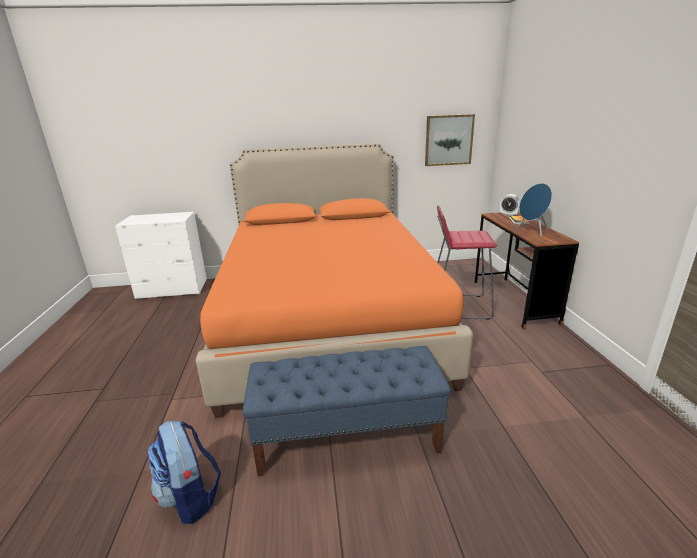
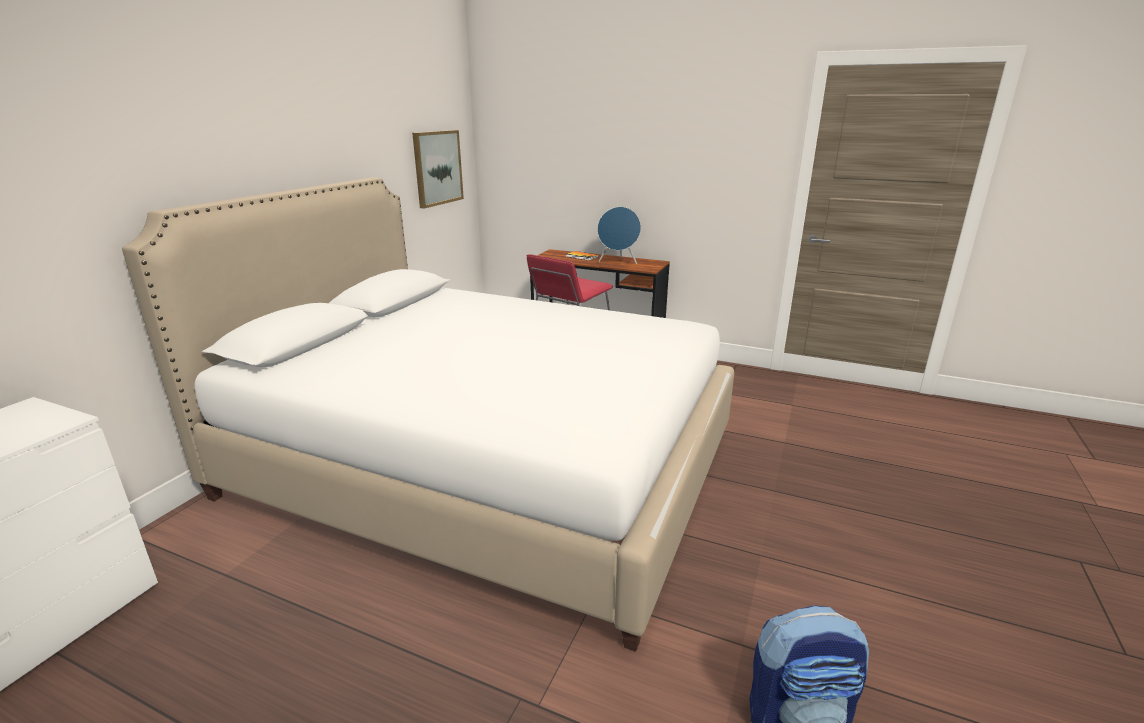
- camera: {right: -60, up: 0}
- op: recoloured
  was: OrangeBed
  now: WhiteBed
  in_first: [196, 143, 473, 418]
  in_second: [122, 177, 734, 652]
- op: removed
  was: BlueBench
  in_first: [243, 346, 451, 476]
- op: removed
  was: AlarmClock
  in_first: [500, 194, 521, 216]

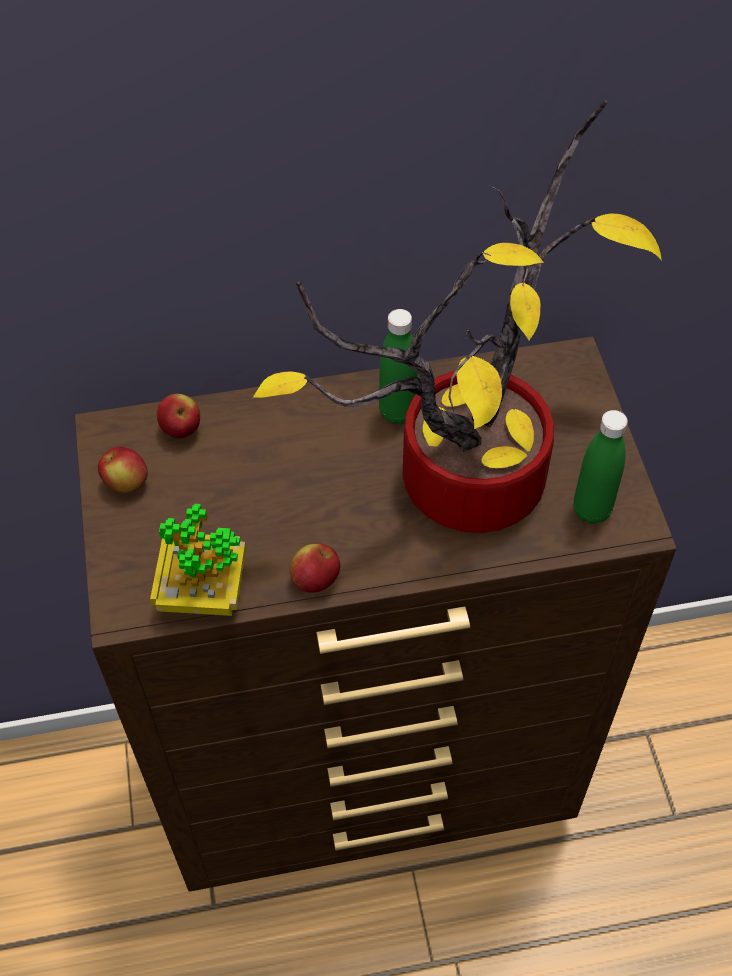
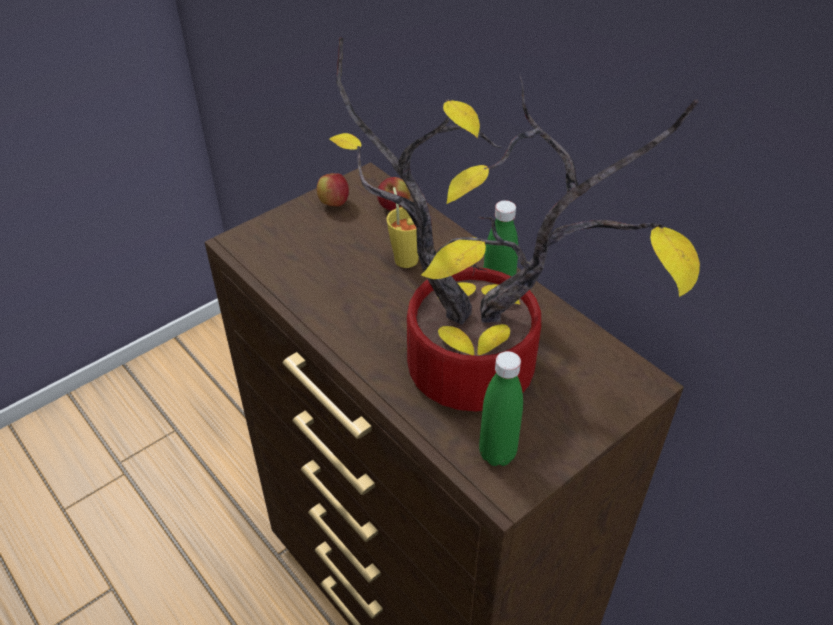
- camera: {right: 60, up: -10}
- op: added
  now: YellowCup
  in_second: [386, 187, 419, 268]
- op: removed
  was: PottedPlant
  in_first: [150, 504, 246, 616]
- op: removed
  was: Apple
  in_first: [289, 543, 340, 593]

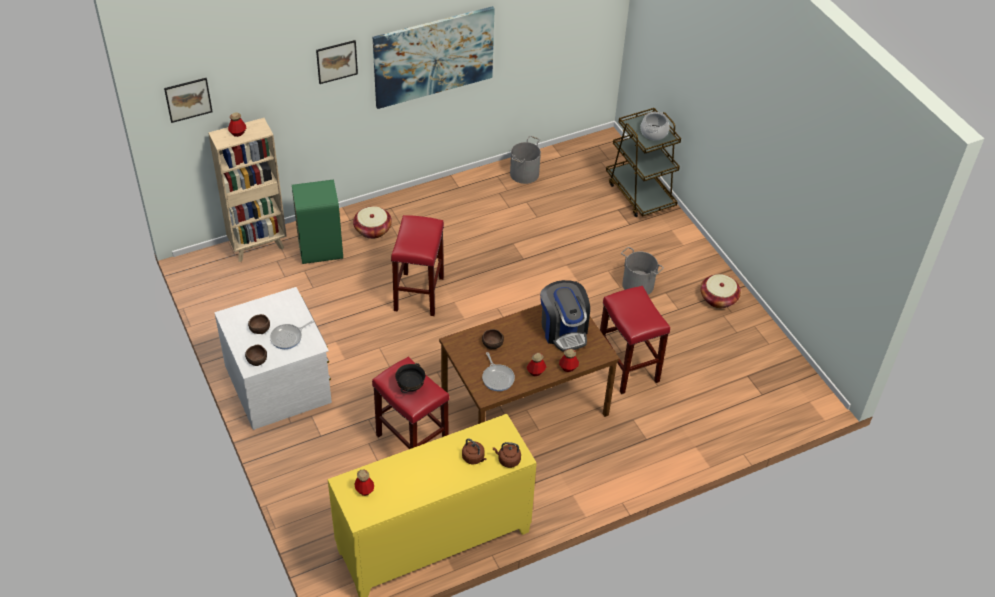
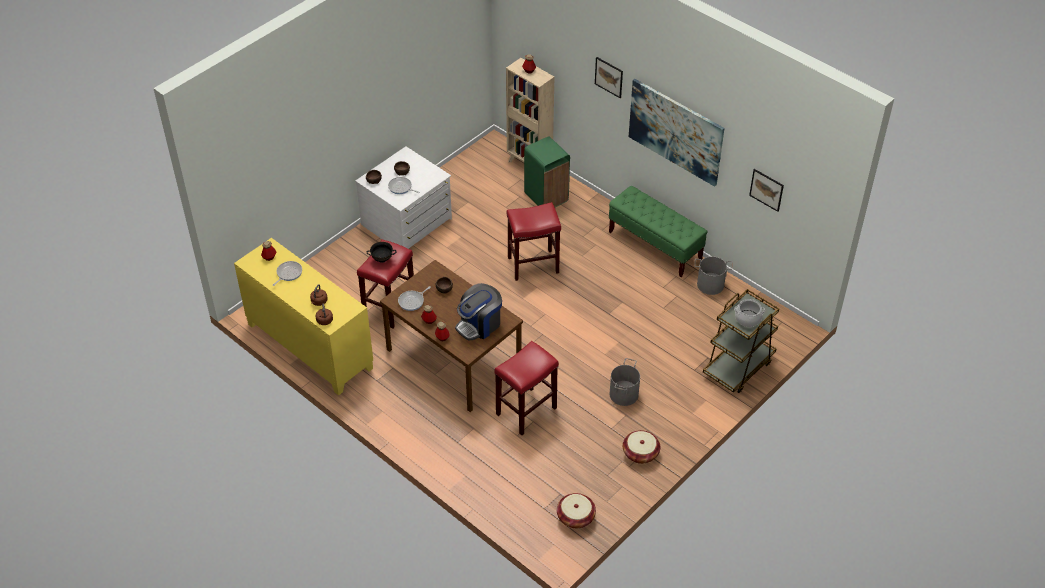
- camera: {right: 70, up: 0}
- op: added
  now: FryingPan
  in_second: [272, 261, 302, 286]
- op: moved
  was: Basket
  in_first: [353, 206, 392, 239]
  in_second: [557, 493, 596, 528]
- op: added
  now: GreenBench
  in_second: [609, 186, 708, 277]
- op: moved
  was: Picture
  in_first: [164, 78, 213, 123]
  in_second: [749, 169, 784, 212]

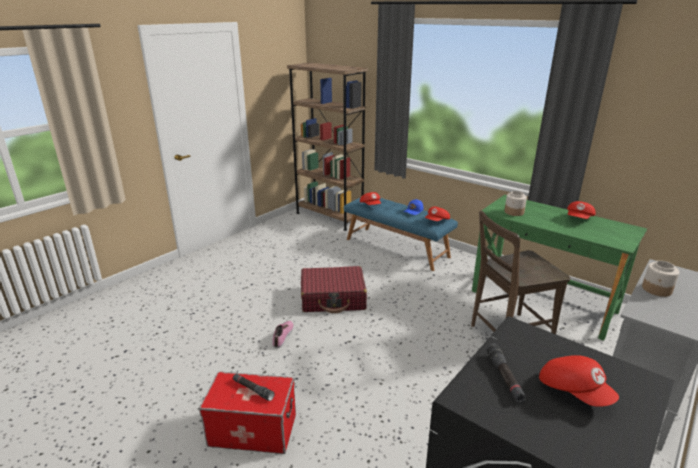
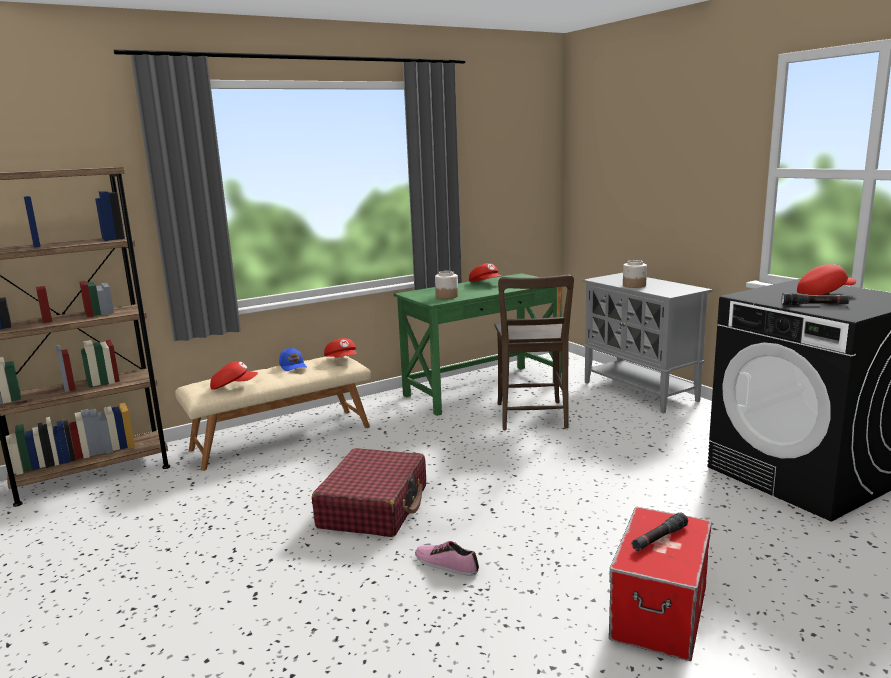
- camera: {right: -70, up: -10}
- op: recoloured
  was: BlueBench
  now: BeigeBench
  in_first: [344, 197, 458, 271]
  in_second: [175, 356, 371, 471]

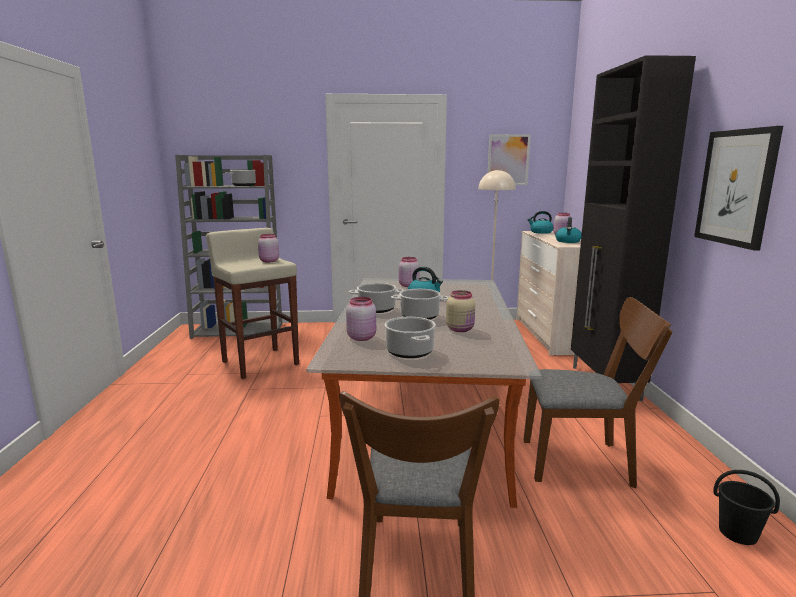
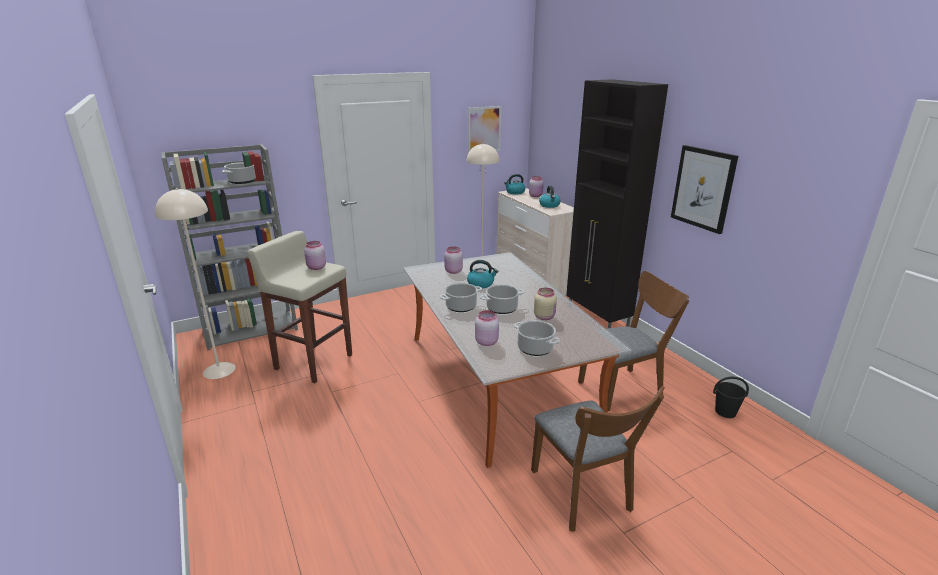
- camera: {right: -25, up: 10}
- op: added
  now: BeigeFloorLamp
  in_second: [155, 188, 236, 379]

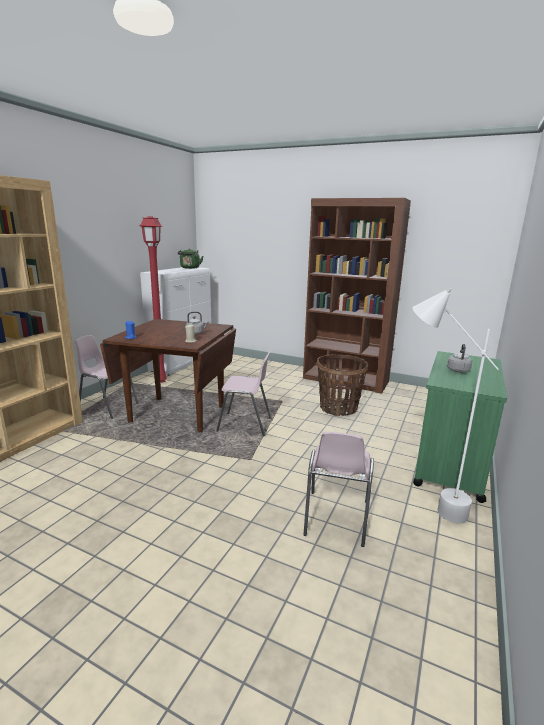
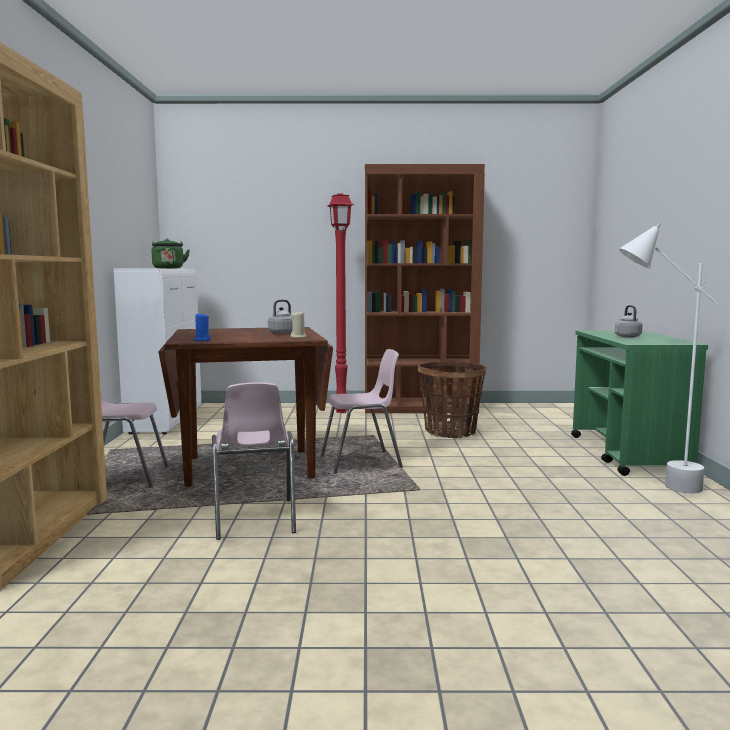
- camera: {right: -25, up: -10}
- op: moved
  was: PinkChair
  in_first: [303, 432, 374, 547]
  in_second: [212, 382, 296, 540]
- op: moved
  was: RedFloorLamp
  in_first: [139, 216, 167, 383]
  in_second: [328, 193, 354, 413]

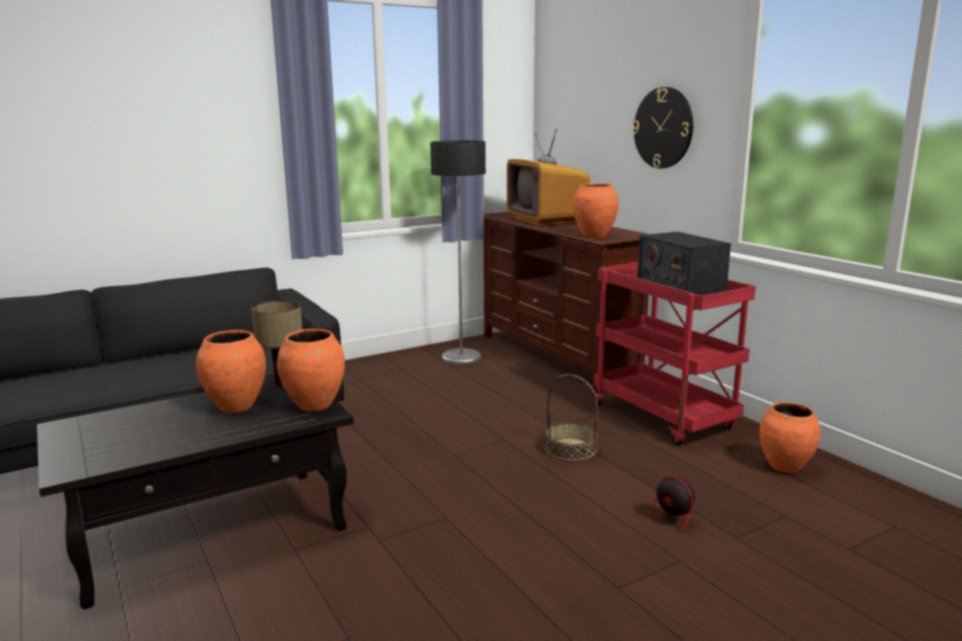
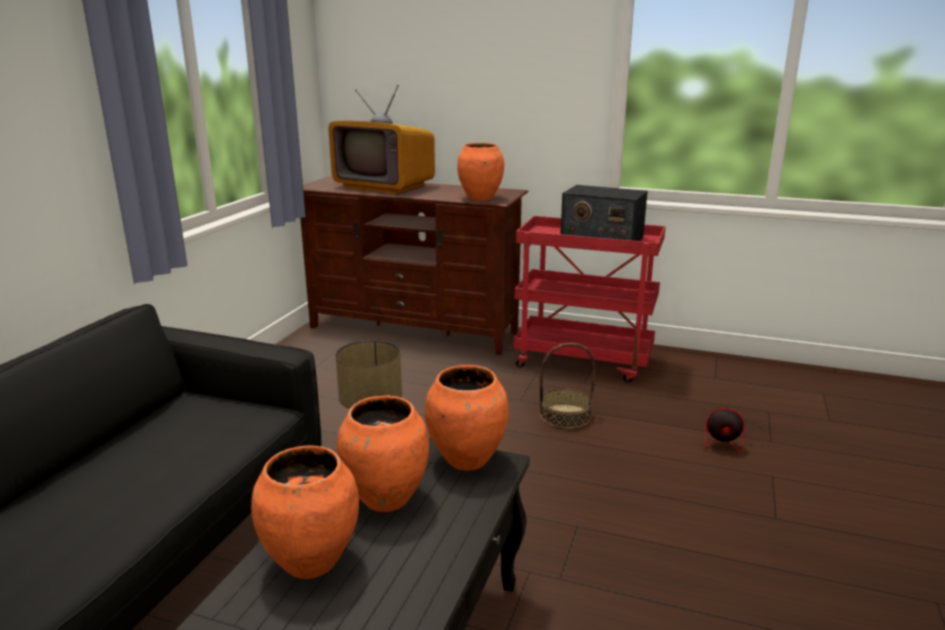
- camera: {right: -40, up: 5}
- op: moved
  was: OrangeVase
  in_first: [759, 402, 821, 473]
  in_second: [251, 445, 359, 579]
- op: removed
  was: FloorLamp
  in_first: [430, 140, 486, 365]
- op: removed
  was: WallClock
  in_first: [632, 87, 693, 169]

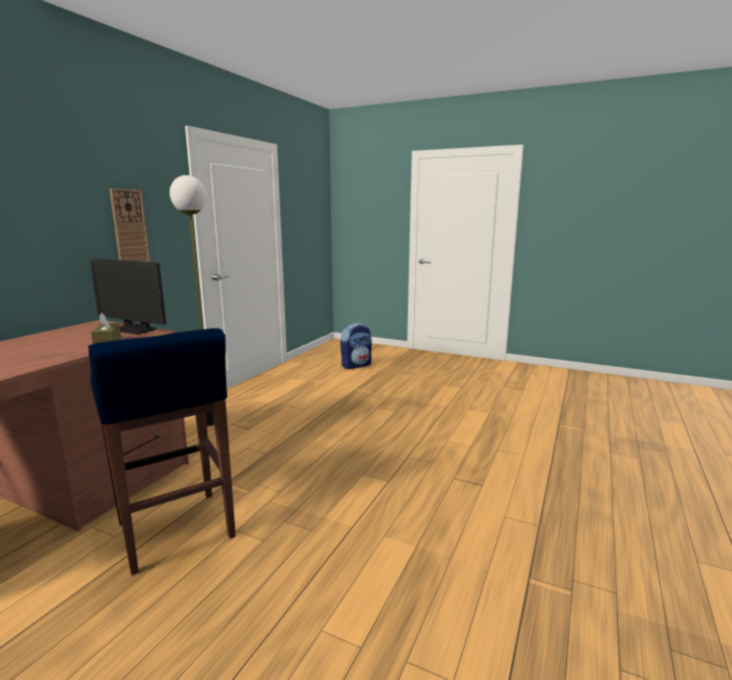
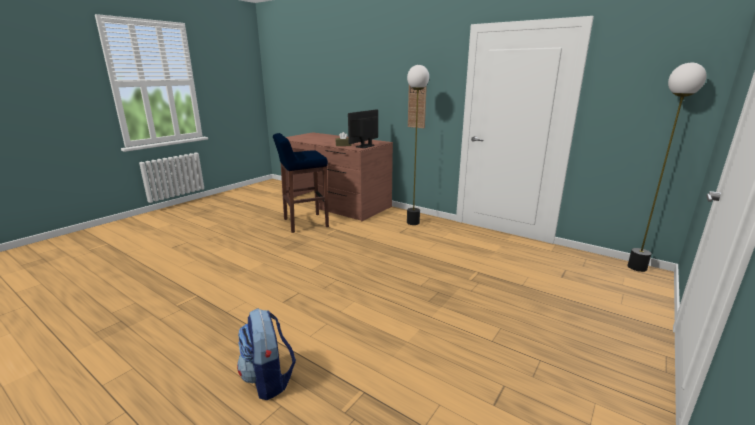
- camera: {right: 100, up: 5}
- op: moved
  was: Backpack
  in_first: [340, 323, 372, 369]
  in_second: [237, 308, 296, 400]
- op: added
  now: FloorLamp
  in_second: [628, 63, 707, 272]

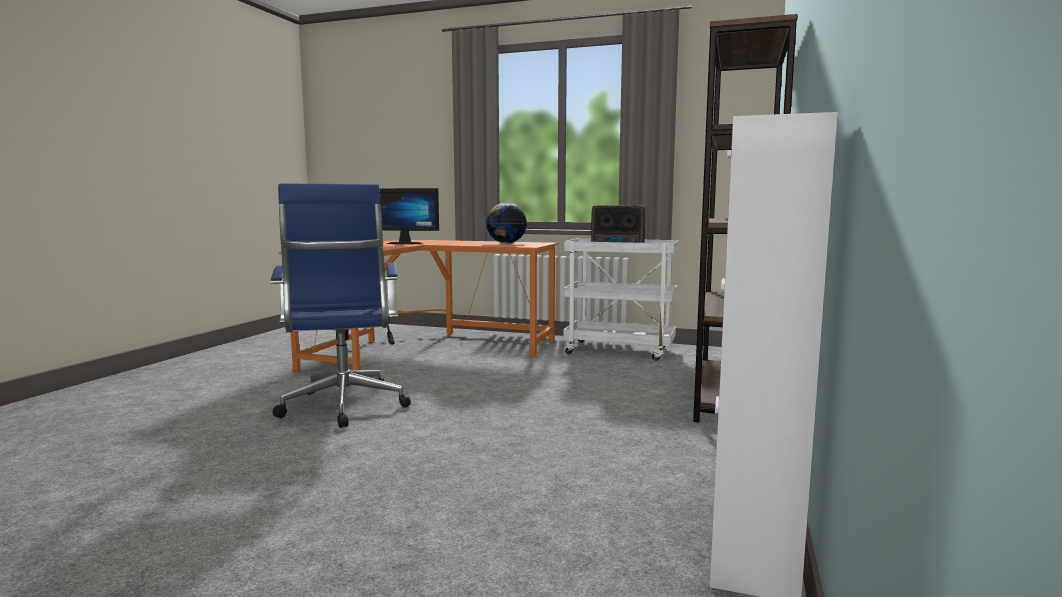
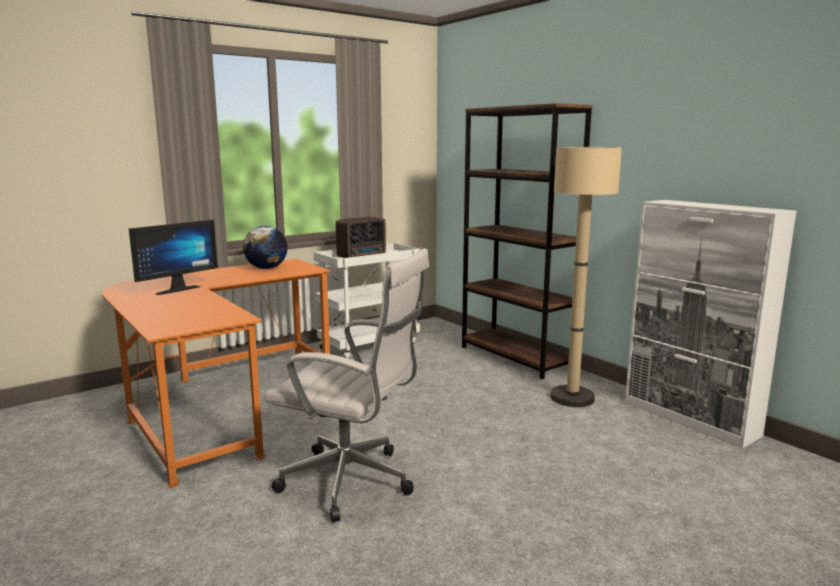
- camera: {right: -55, up: 5}
- op: recoloured
  was: BlueOfficeChair
  now: WhiteOfficeChair
  in_first: [270, 184, 411, 428]
  in_second: [263, 248, 429, 522]
- op: added
  now: BeigeFloorLamp
  in_second: [551, 146, 622, 407]

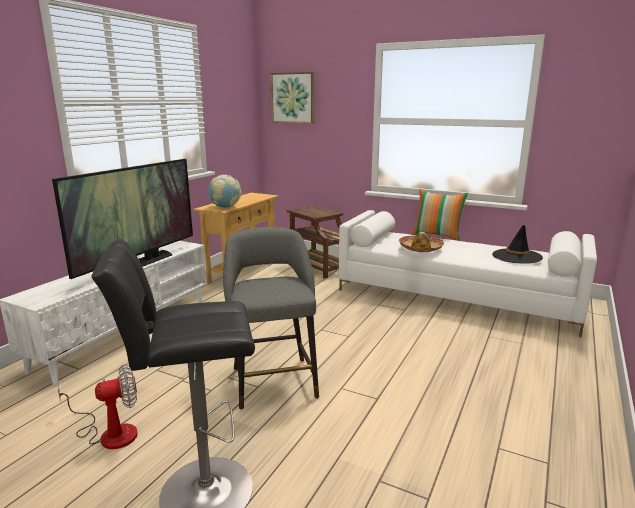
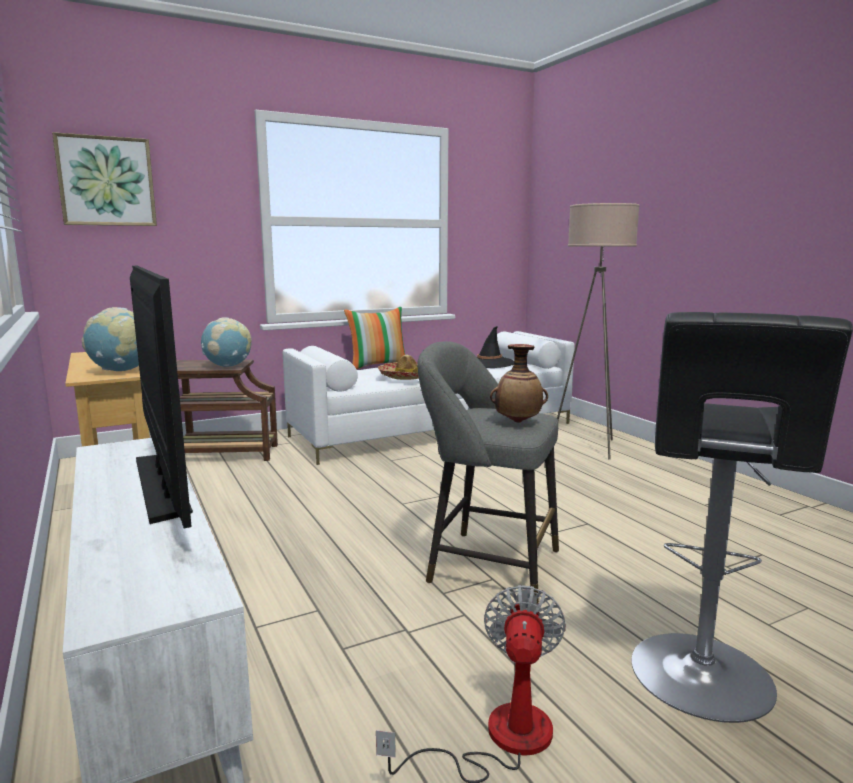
- camera: {right: -55, up: -5}
- op: added
  now: Globe
  in_second: [201, 317, 251, 367]
- op: added
  now: Vase
  in_second: [490, 344, 548, 423]
- op: added
  now: BeigeFloorLamp
  in_second: [557, 203, 640, 459]

